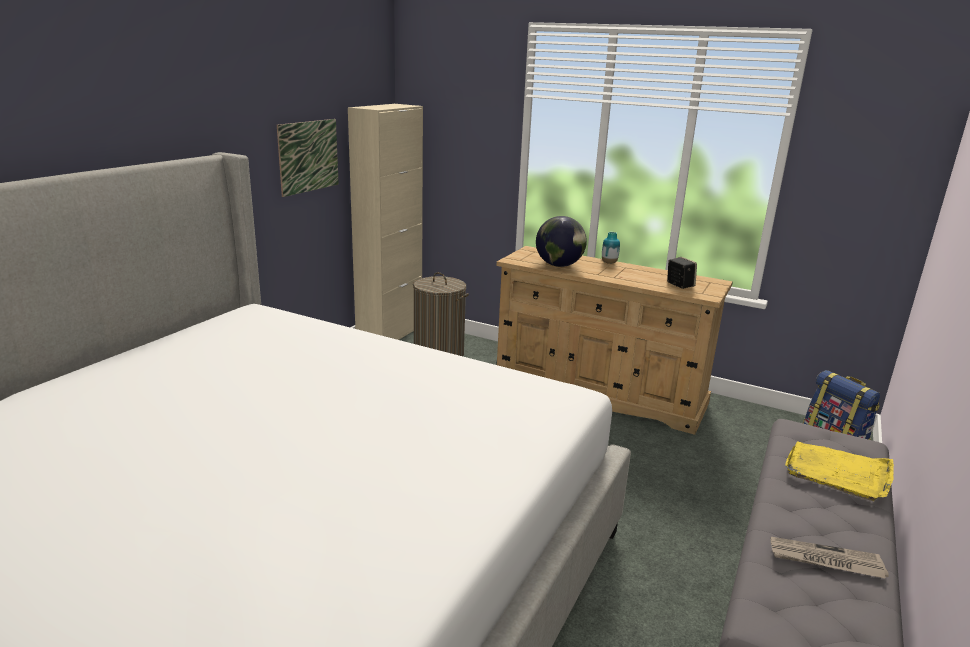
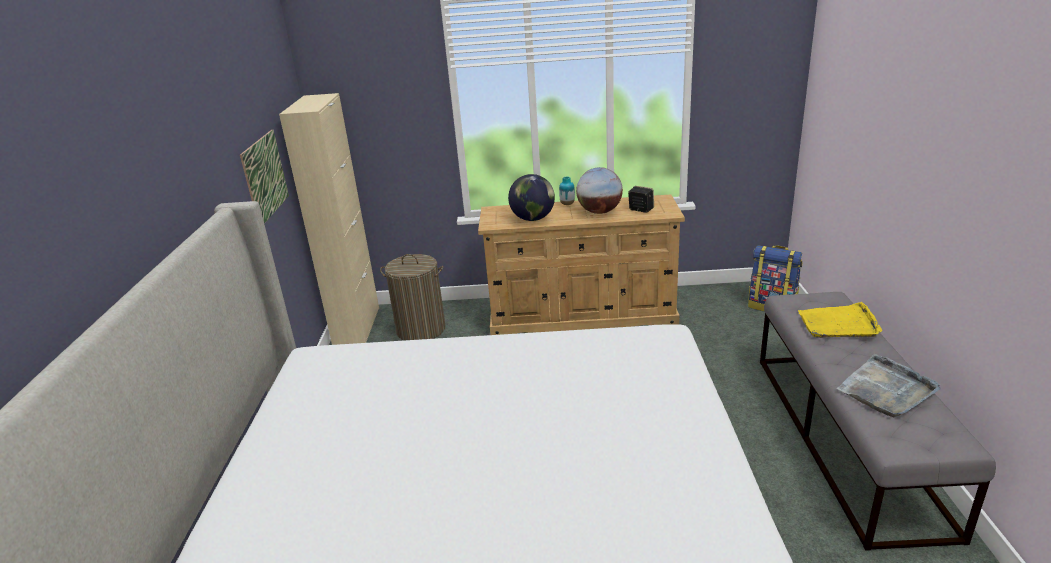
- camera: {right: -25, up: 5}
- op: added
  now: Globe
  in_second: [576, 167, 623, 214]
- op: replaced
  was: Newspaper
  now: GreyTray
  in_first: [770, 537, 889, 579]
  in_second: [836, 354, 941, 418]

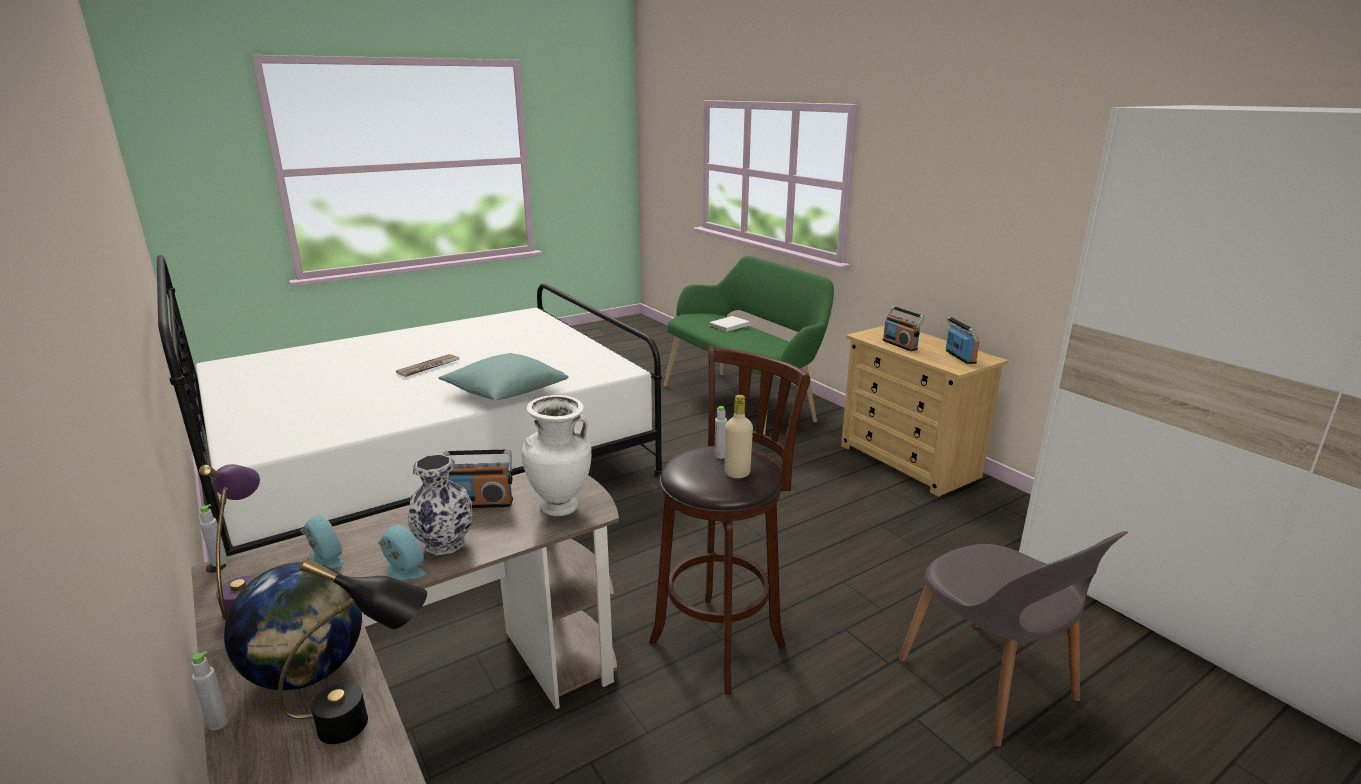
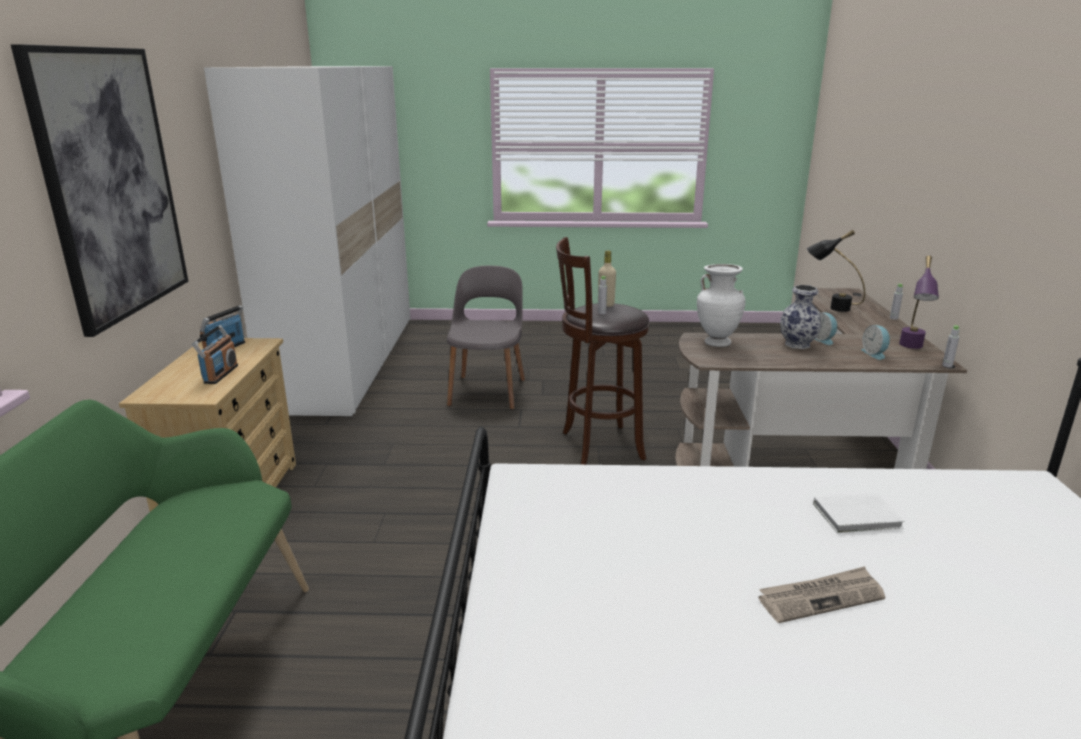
- camera: {right: -145, up: 0}
- op: added
  now: Picture
  in_second: [11, 44, 189, 337]
- op: moved
  was: WhiteBook
  in_first: [709, 316, 750, 332]
  in_second: [813, 493, 905, 533]
- op: removed
  was: Globe
  in_first: [224, 562, 362, 690]
- op: removed
  was: TurquoisePillow
  in_first: [439, 353, 568, 400]
- op: removed
  was: Radio
  in_first: [442, 450, 513, 508]

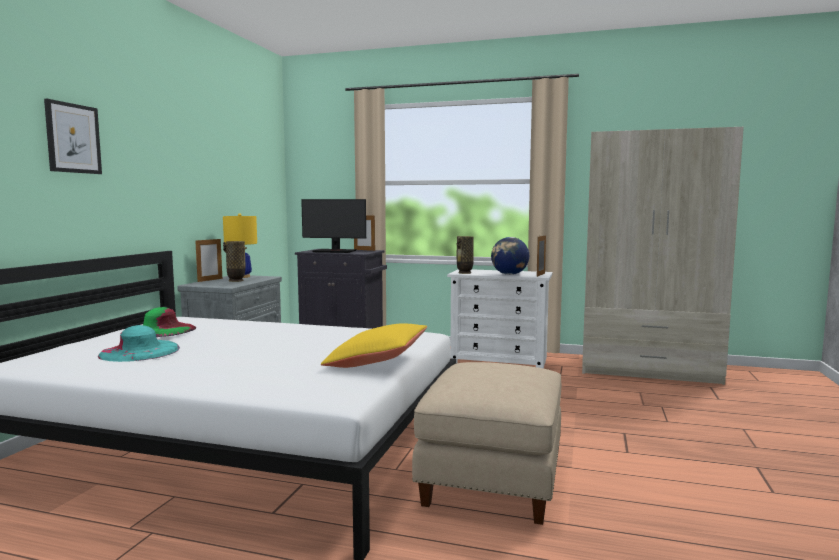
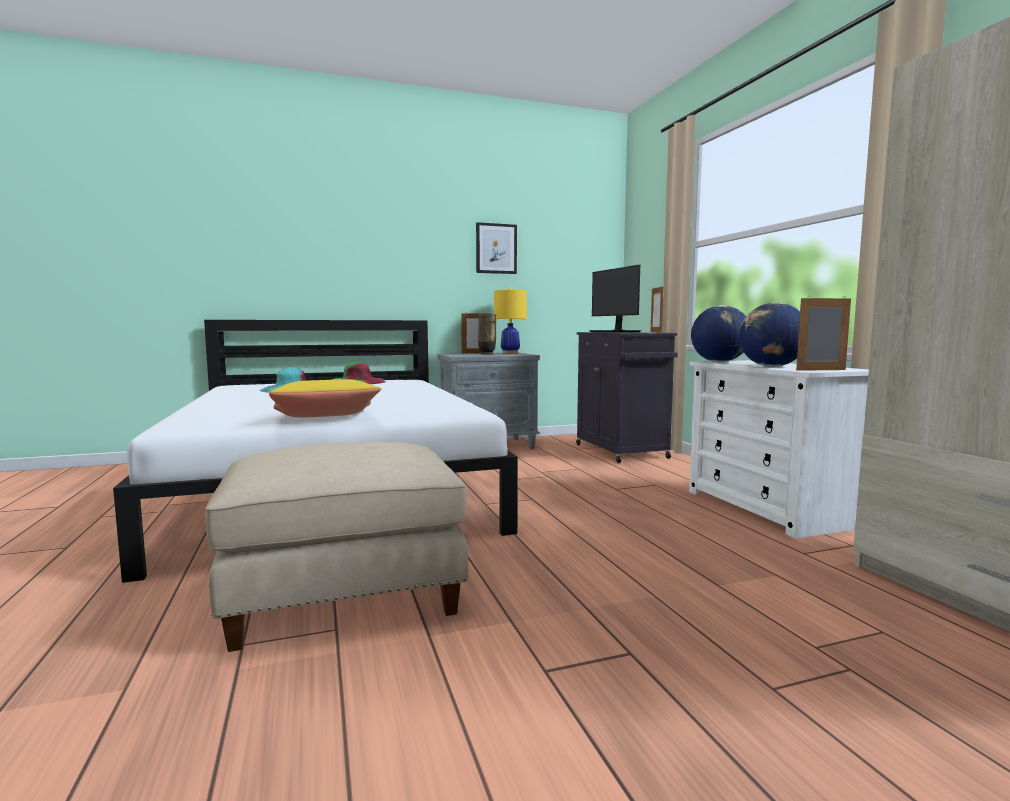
- camera: {right: 55, up: 0}
- op: moved
  was: Picture
  in_first: [44, 99, 102, 174]
  in_second: [476, 222, 517, 274]
- op: replaced
  was: Vase
  now: Globe
  in_first: [457, 236, 474, 274]
  in_second: [691, 305, 746, 362]

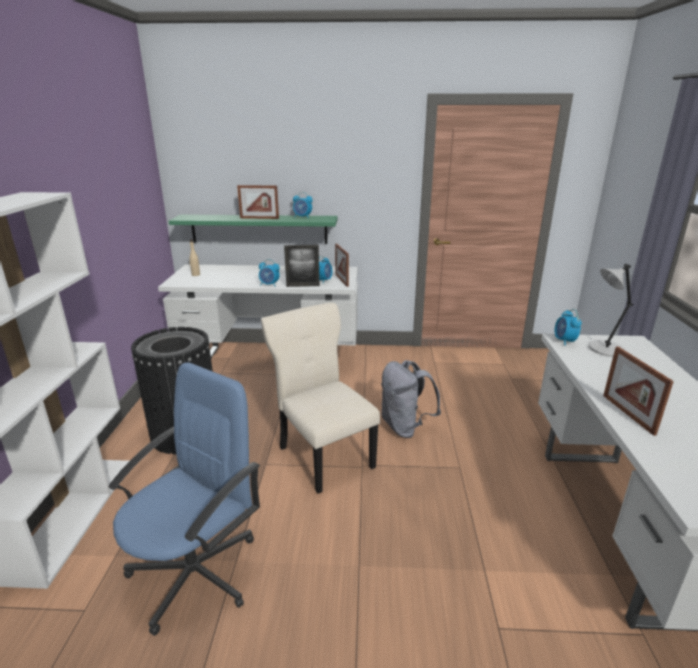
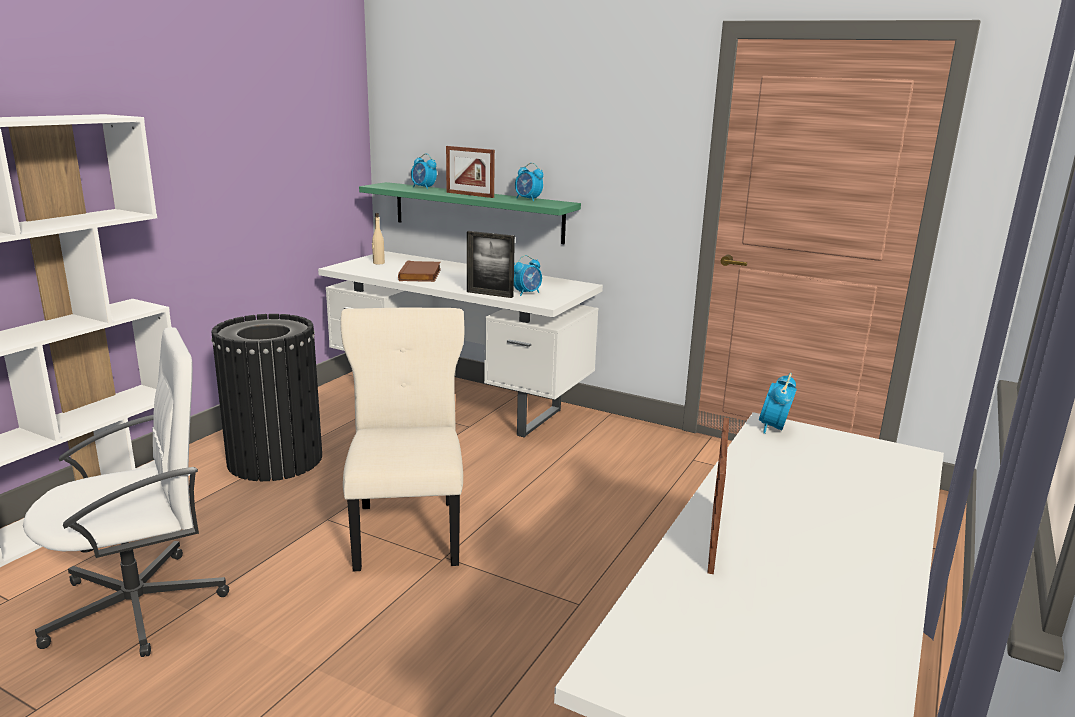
- camera: {right: 25, up: -5}
- op: recoloured
  was: BlueOfficeChair
  now: WhiteOfficeChair
  in_first: [109, 362, 260, 636]
  in_second: [23, 327, 229, 657]
- op: added
  now: BrownBook
  in_second: [398, 260, 441, 282]
- op: moved
  was: AlarmClock
  in_first: [259, 259, 280, 287]
  in_second: [411, 154, 437, 189]
- op: removed
  was: PictureFrame
  in_first: [335, 243, 349, 287]
- op: removed
  was: GreyBackpack
  in_first: [381, 360, 441, 438]
- op: removed
  was: GreyTableLamp
  in_first: [589, 264, 633, 357]

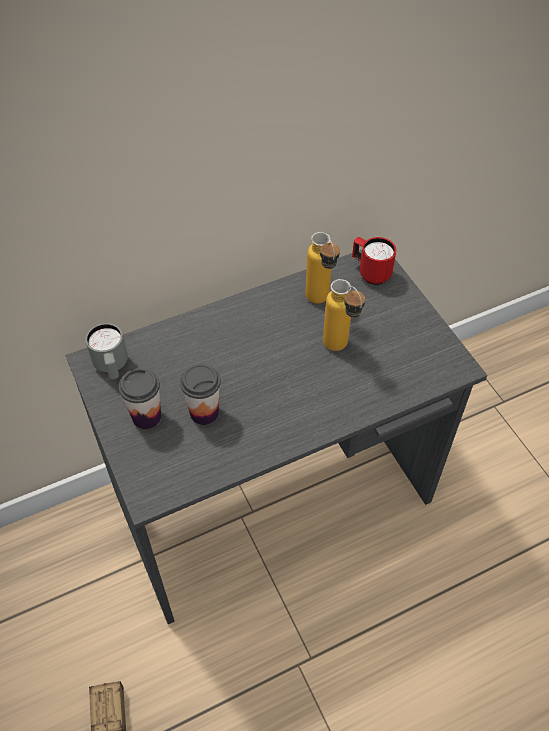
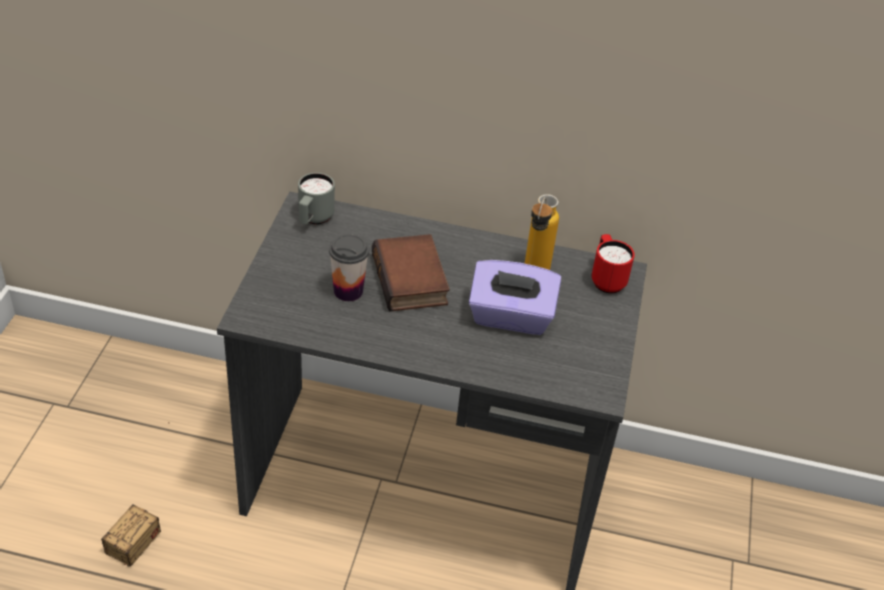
- camera: {right: 35, up: -10}
- op: added
  now: Book
  in_second: [372, 234, 450, 312]
- op: replaced
  was: Bottle
  now: PurpleTissueBox
  in_first: [323, 279, 365, 351]
  in_second: [469, 260, 561, 335]
- op: removed
  was: Cup
  in_first: [119, 368, 161, 429]

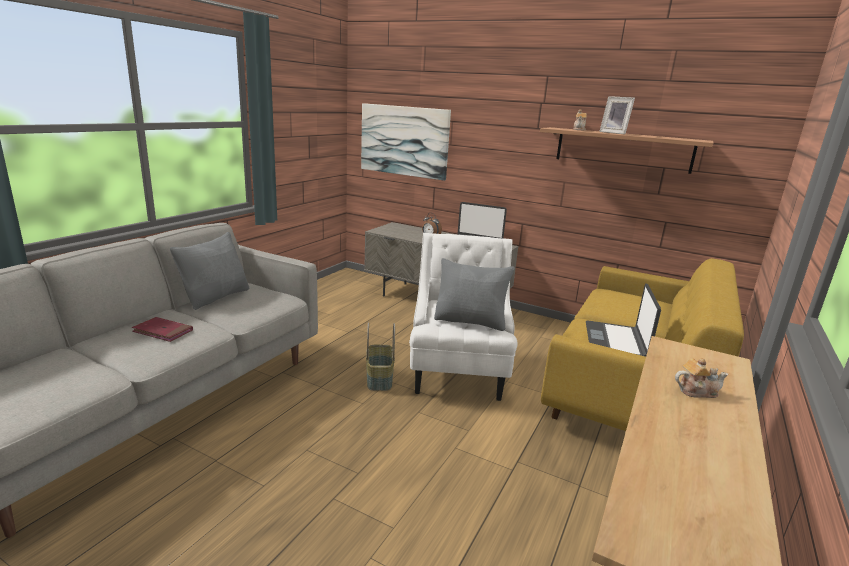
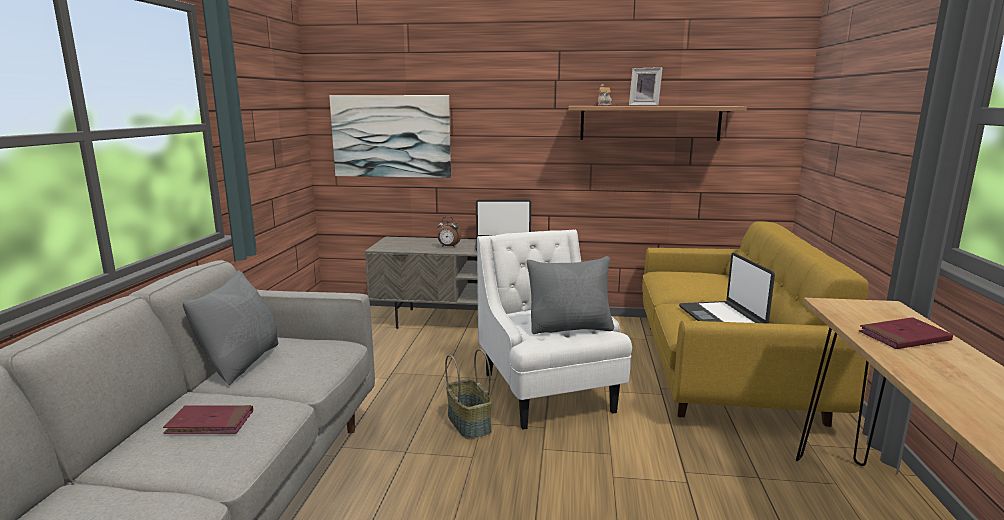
- camera: {right: -20, up: -5}
- op: replaced
  was: Teapot
  now: RedBook
  in_first: [675, 358, 728, 398]
  in_second: [859, 317, 953, 349]

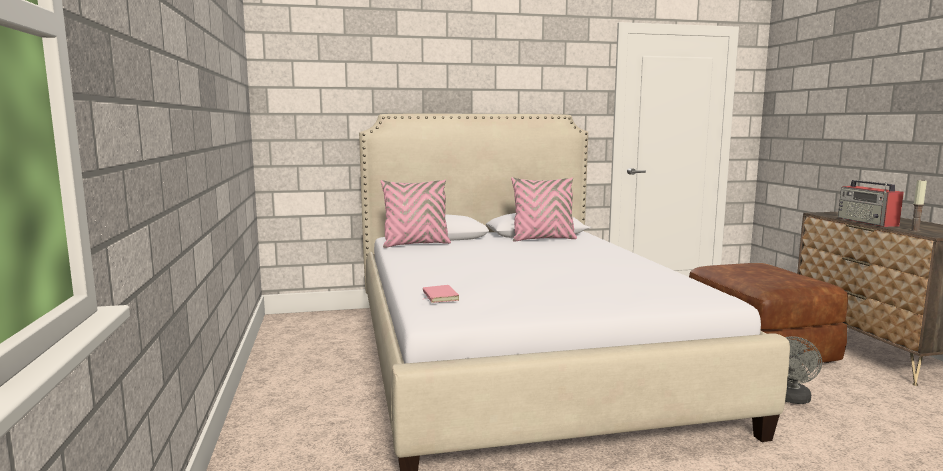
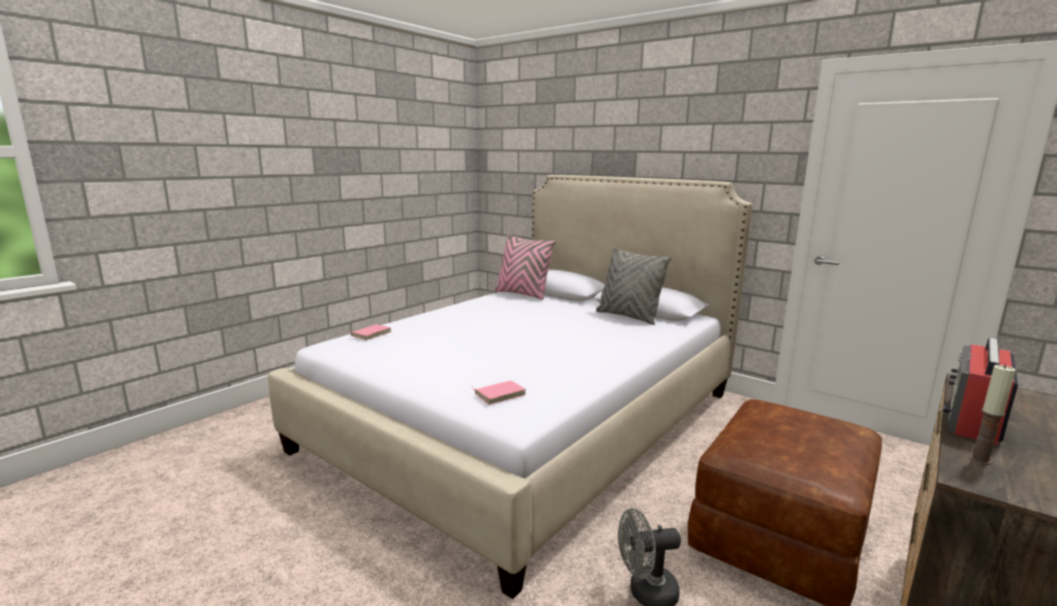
- camera: {right: 50, up: 5}
- op: added
  now: PinkBook
  in_second: [471, 381, 526, 405]
- op: recoloured
  was: PinkPillow
  now: GreyPillow
  in_first: [511, 177, 577, 242]
  in_second: [596, 247, 672, 325]

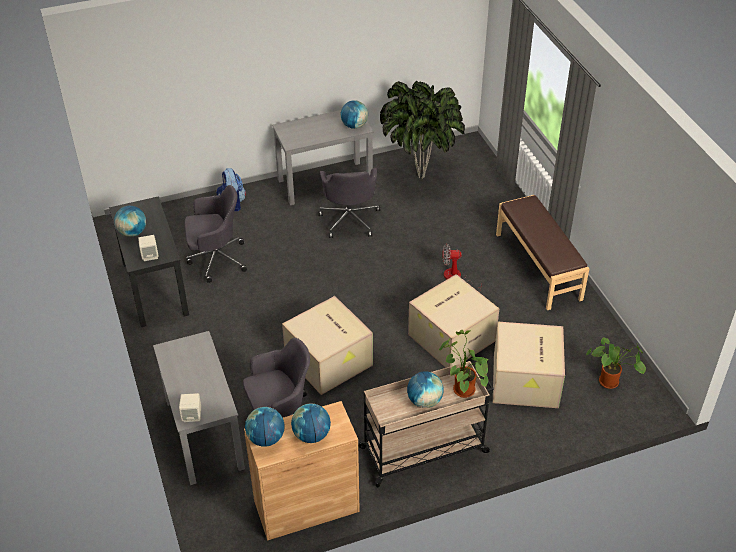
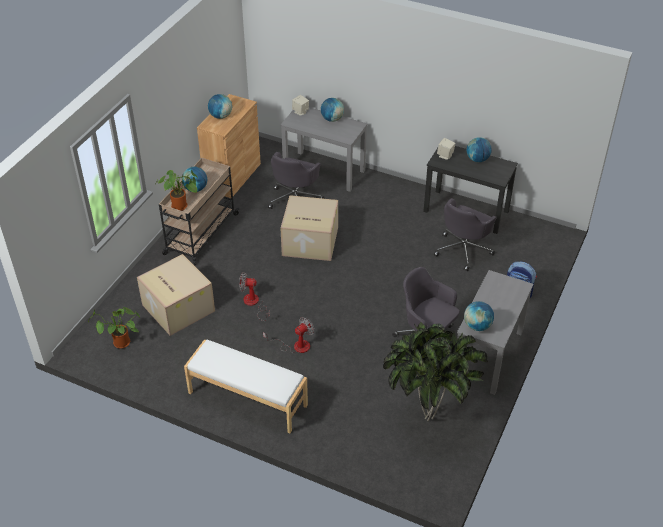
- camera: {right: 135, up: 0}
- op: recoloured
  was: BrownBench
  now: WhiteBench
  in_first: [496, 195, 589, 310]
  in_second: [184, 339, 308, 433]
- op: replaced
  was: CardboardBox
  now: Fan
  in_first: [408, 274, 499, 368]
  in_second: [239, 272, 270, 321]
- op: moved
  was: Globe
  in_first: [245, 407, 285, 447]
  in_second: [321, 98, 344, 122]

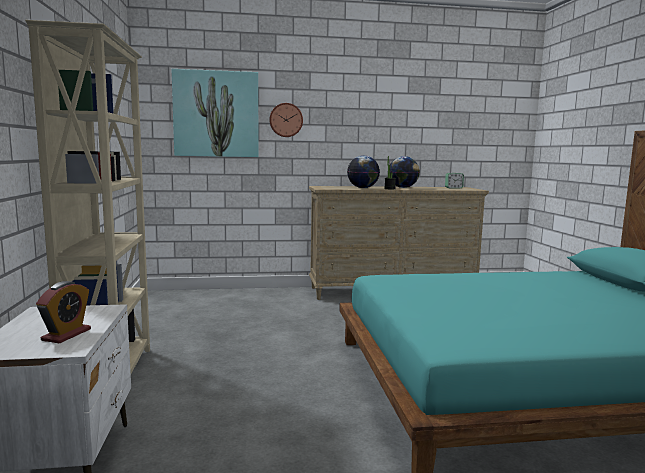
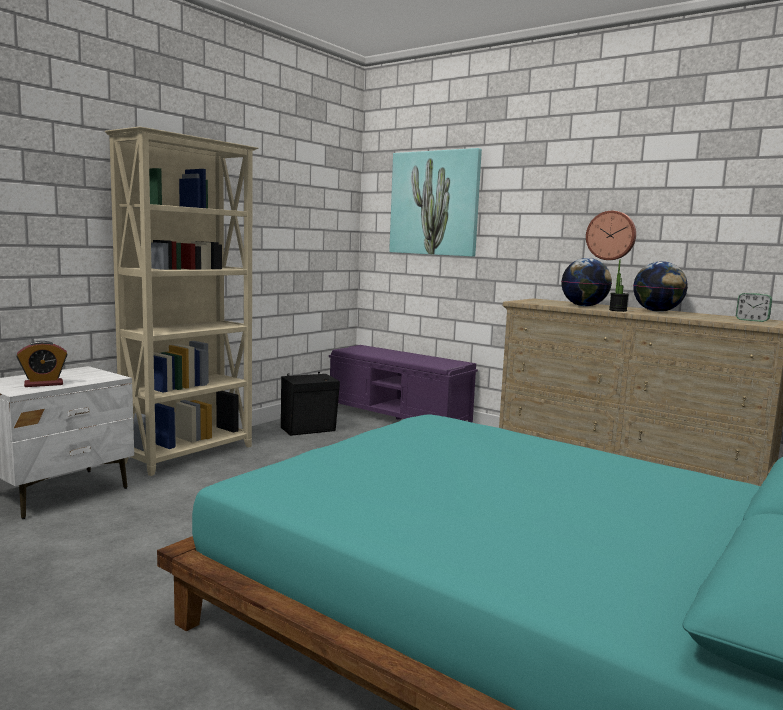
- camera: {right: 45, up: 0}
- op: added
  now: BlackSpeaker
  in_second: [281, 372, 340, 436]
- op: added
  now: PurpleBench
  in_second: [329, 345, 478, 423]
- op: moved
  was: WallClock
  in_first: [269, 103, 303, 137]
  in_second: [586, 211, 636, 260]

